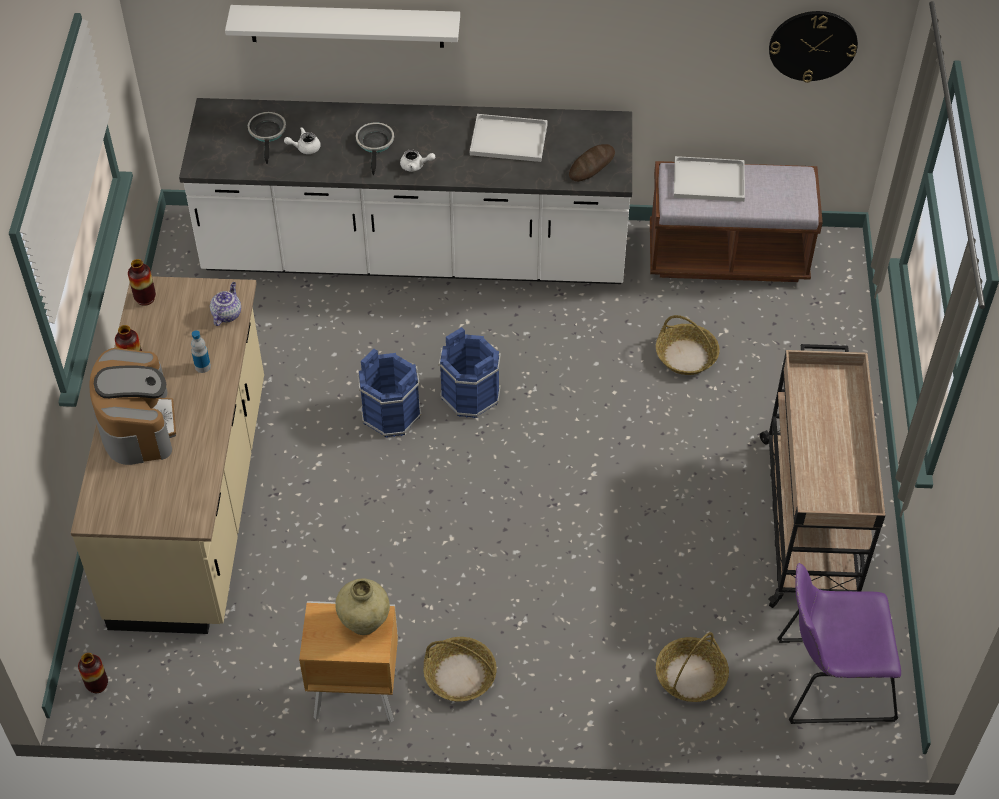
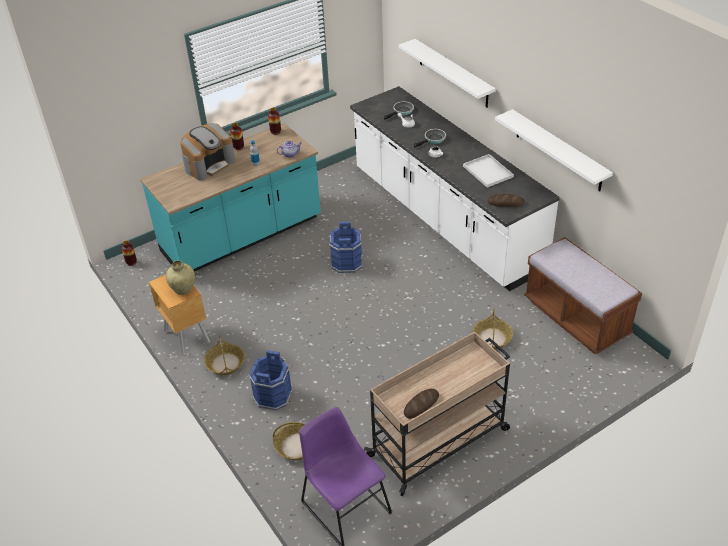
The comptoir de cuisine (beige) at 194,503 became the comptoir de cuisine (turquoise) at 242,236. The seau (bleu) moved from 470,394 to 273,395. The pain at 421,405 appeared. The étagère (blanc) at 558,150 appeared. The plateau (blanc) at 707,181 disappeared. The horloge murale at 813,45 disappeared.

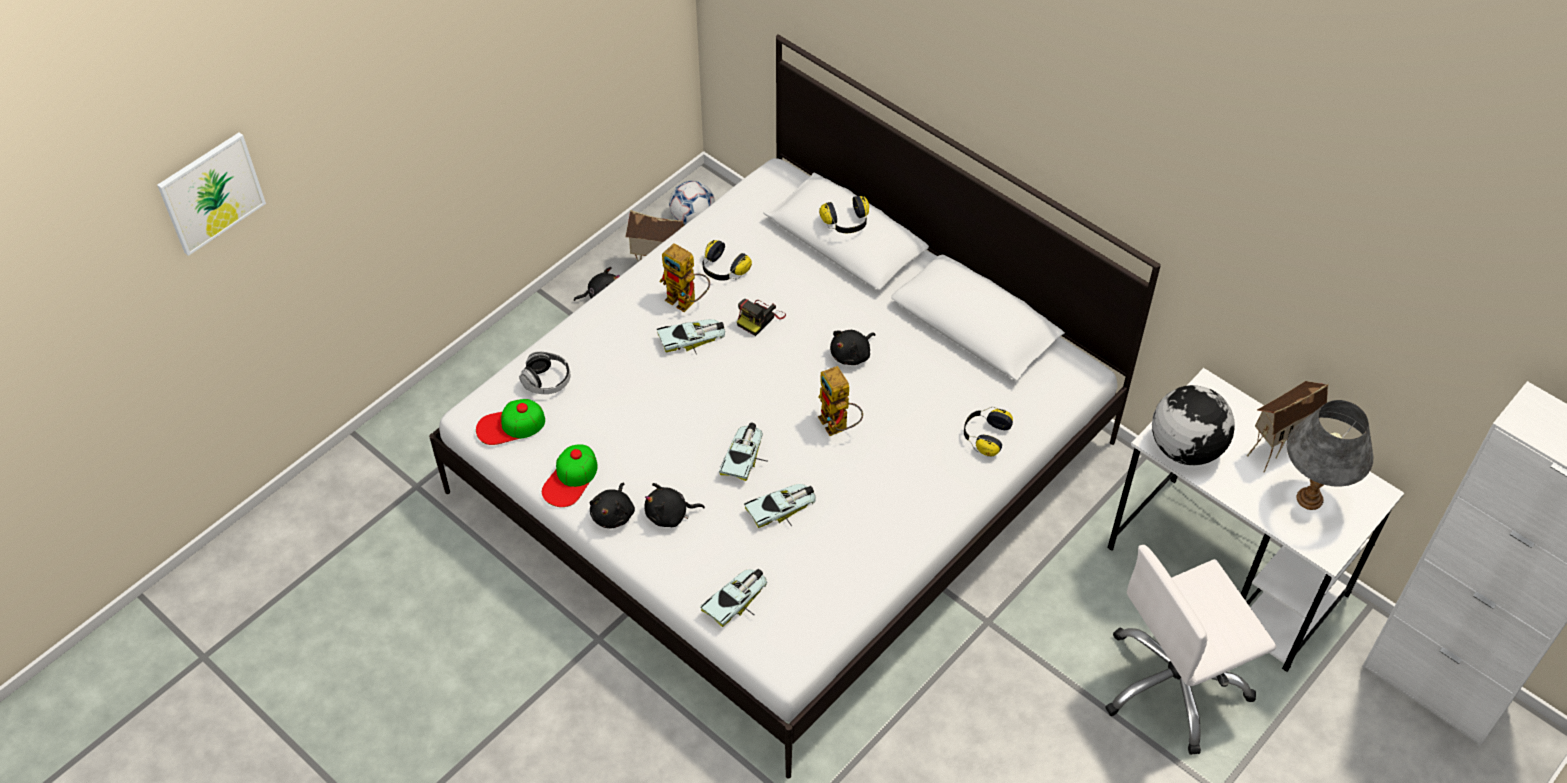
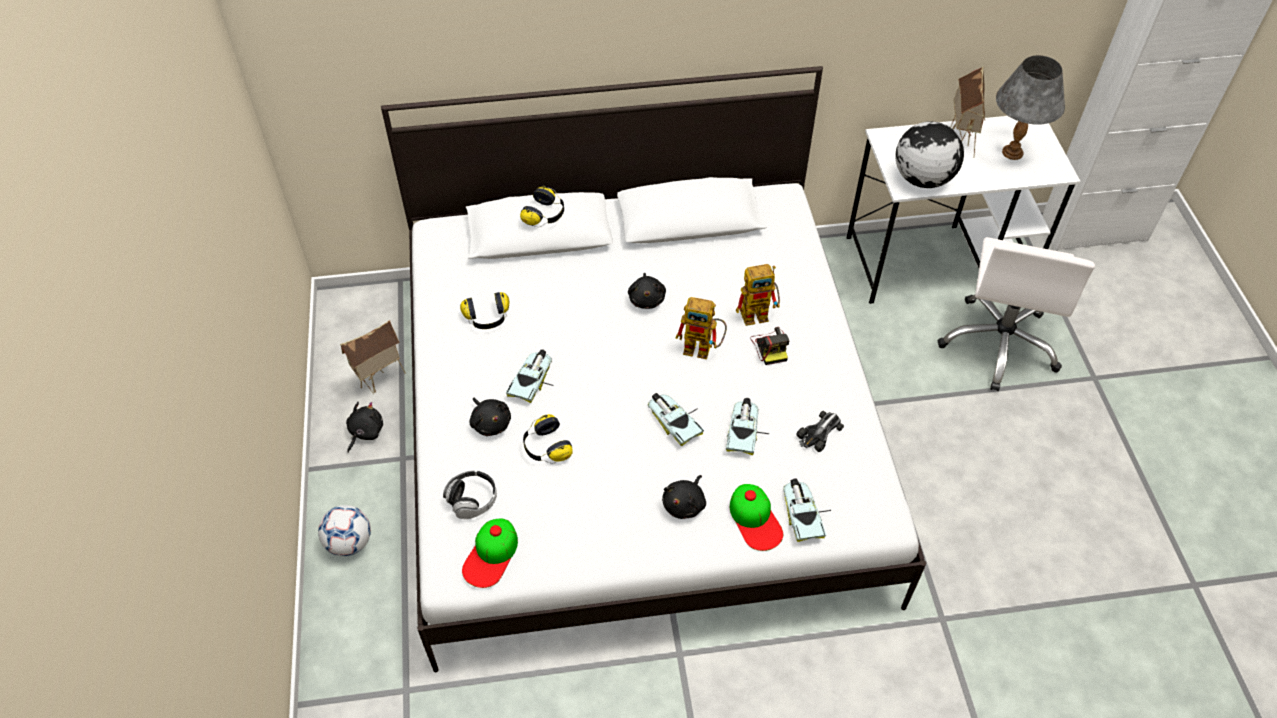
The ballon de foot moved from 693,219 to 349,542. The peluche (noir) moved from 614,514 to 490,423. The casque audio moved from 984,436 to 545,447. The casquette moved from 570,479 to 755,519. The robot jouet moved from 687,302 to 759,313. The appareil photo moved from 760,318 to 770,347. The petite voiture at 820,433 appeared. The tableau at 211,193 disappeared.

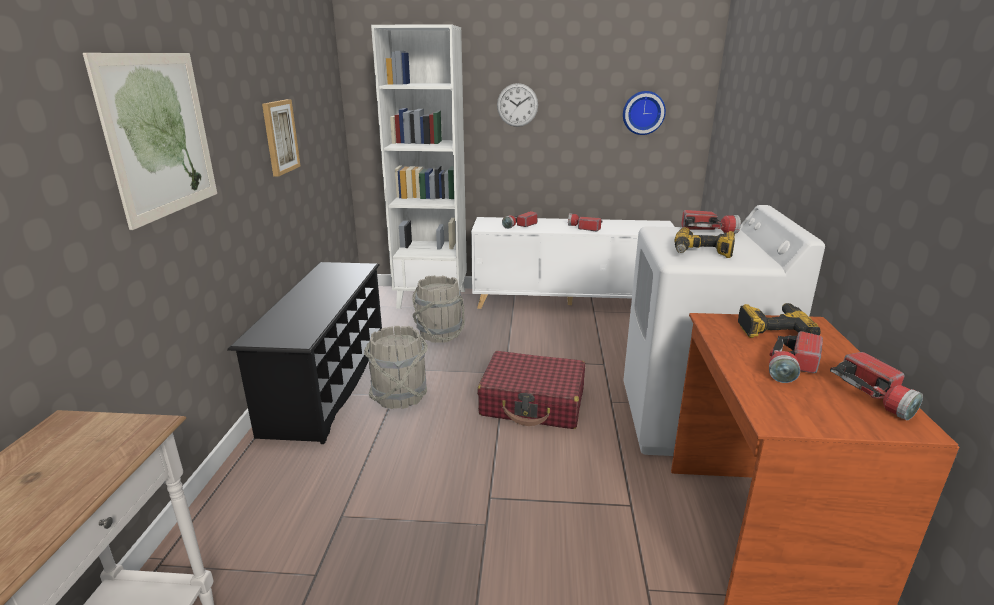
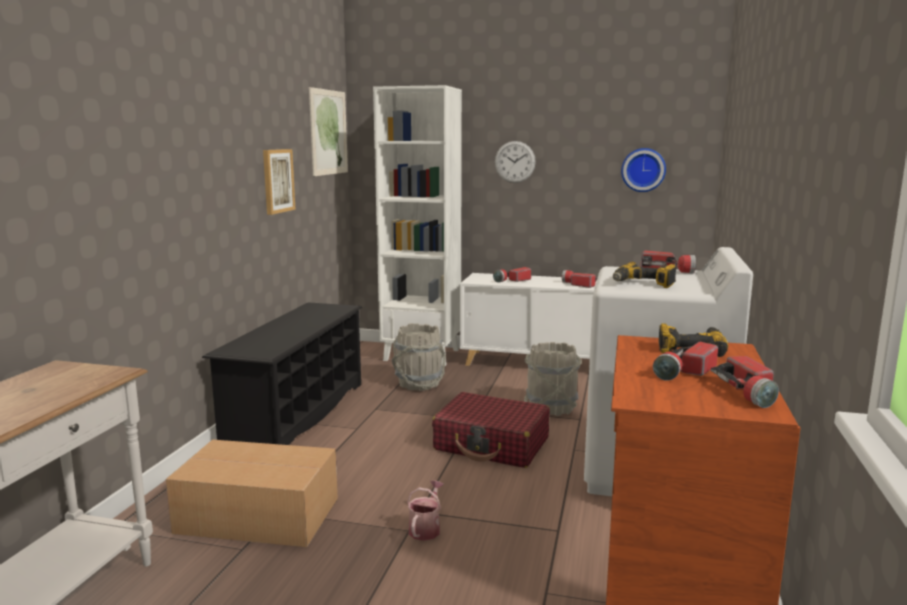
The carton at 256,515 appeared. The tableau moved from 159,135 to 328,132. The arrosoir at 426,528 appeared. The seau (gris) moved from 399,396 to 551,407.

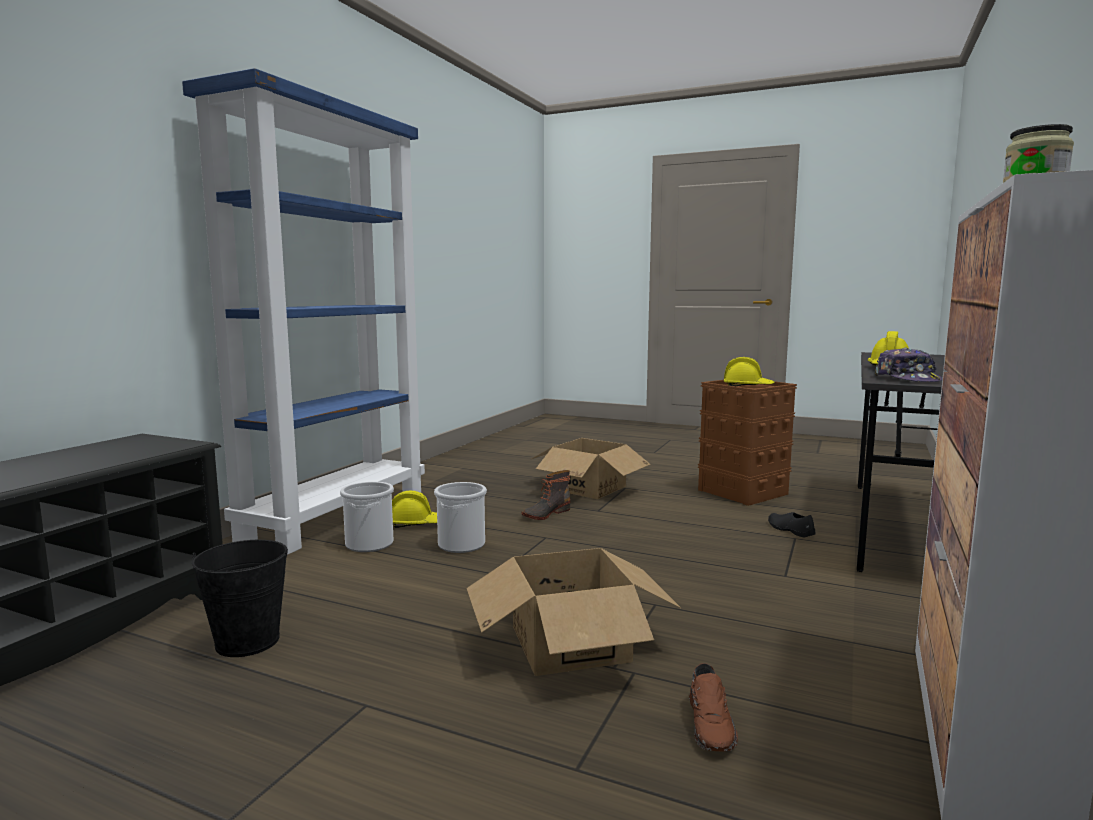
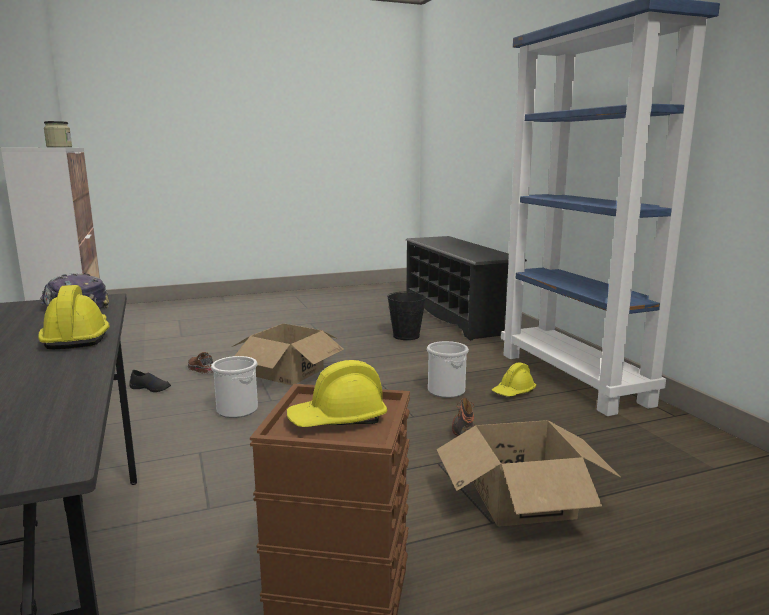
The chaussure (noir) moved from 790,529 to 151,388. The seau moved from 369,544 to 237,410.

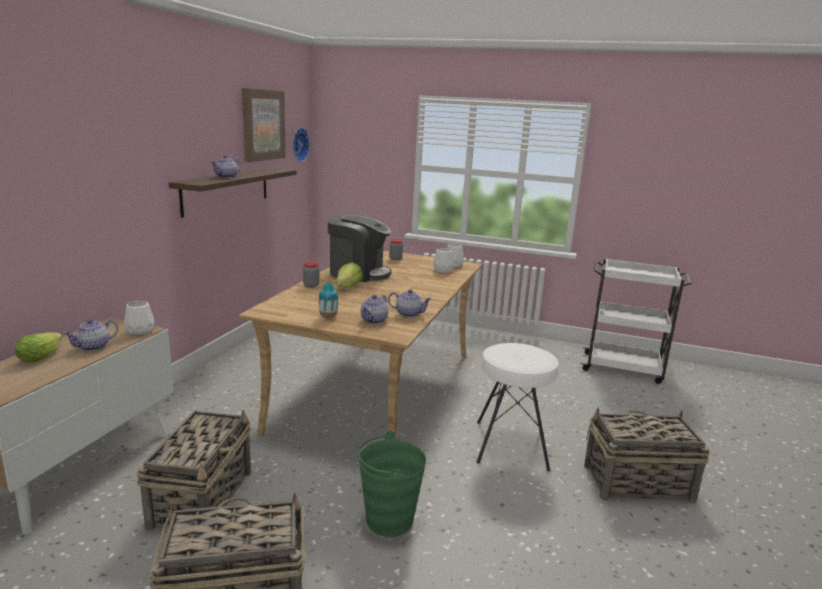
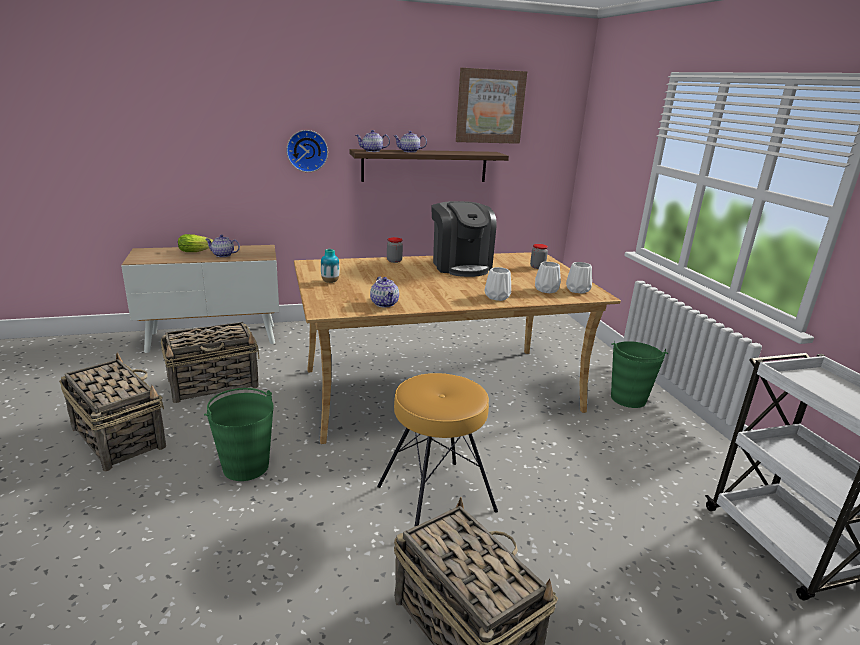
The horloge murale moved from 298,144 to 307,150. The théière moved from 374,320 to 372,151. The tabouret (blanc) at 510,445 became the tabouret (marron) at 435,497. The vase (blanc) moved from 141,331 to 498,297. The seau (vert) at 628,399 appeared. The laitue at 348,287 disappeared.

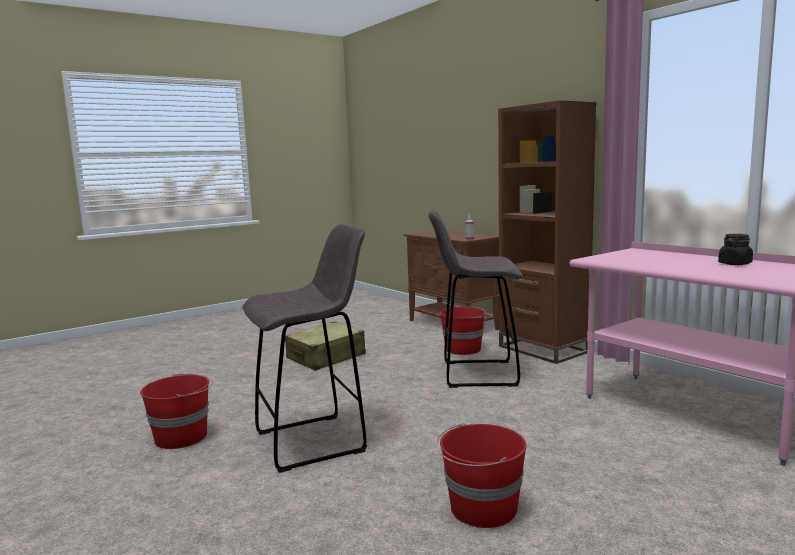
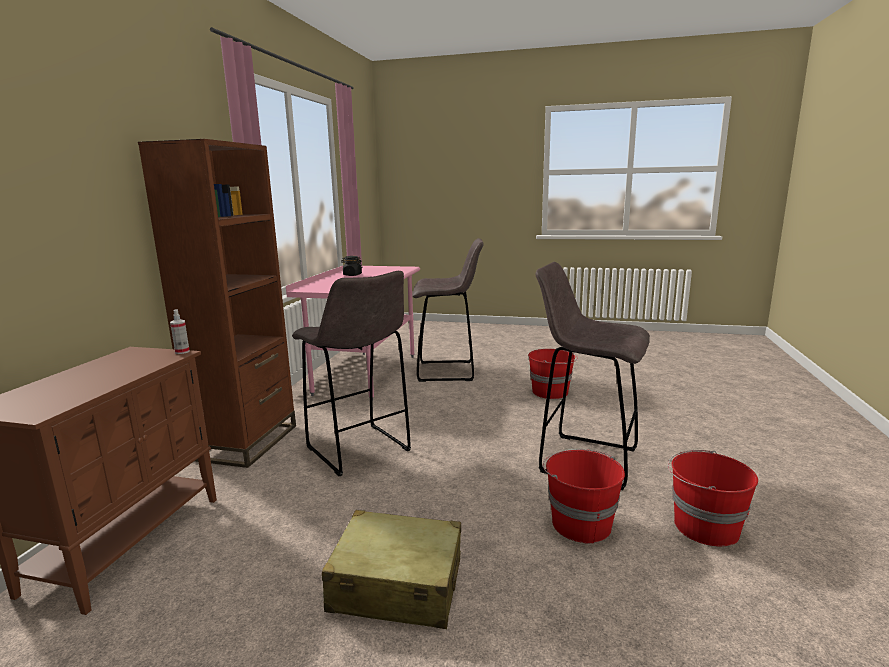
The tabouret (gris) at 448,371 appeared. The seau (rouge) moved from 464,349 to 580,523.

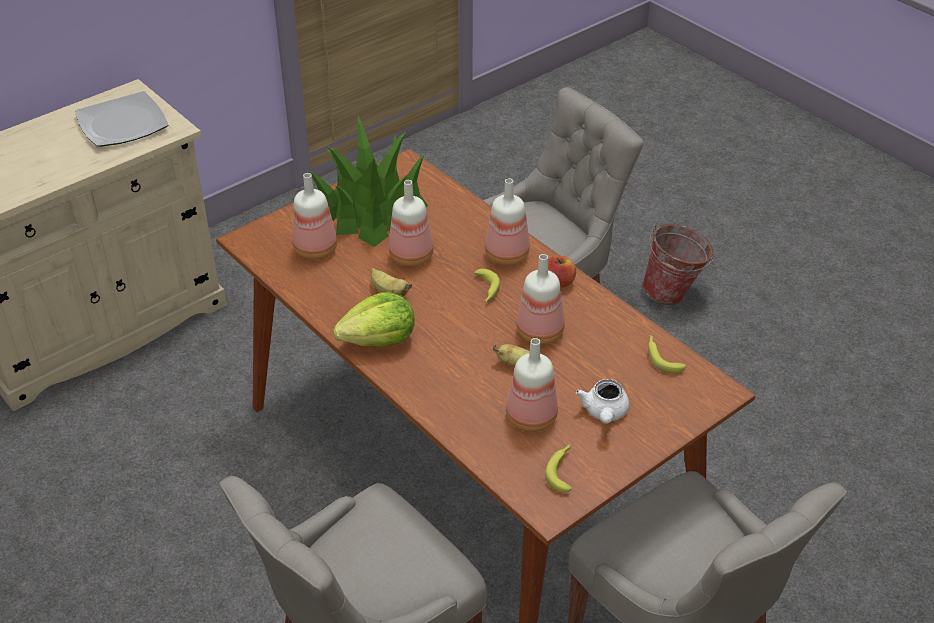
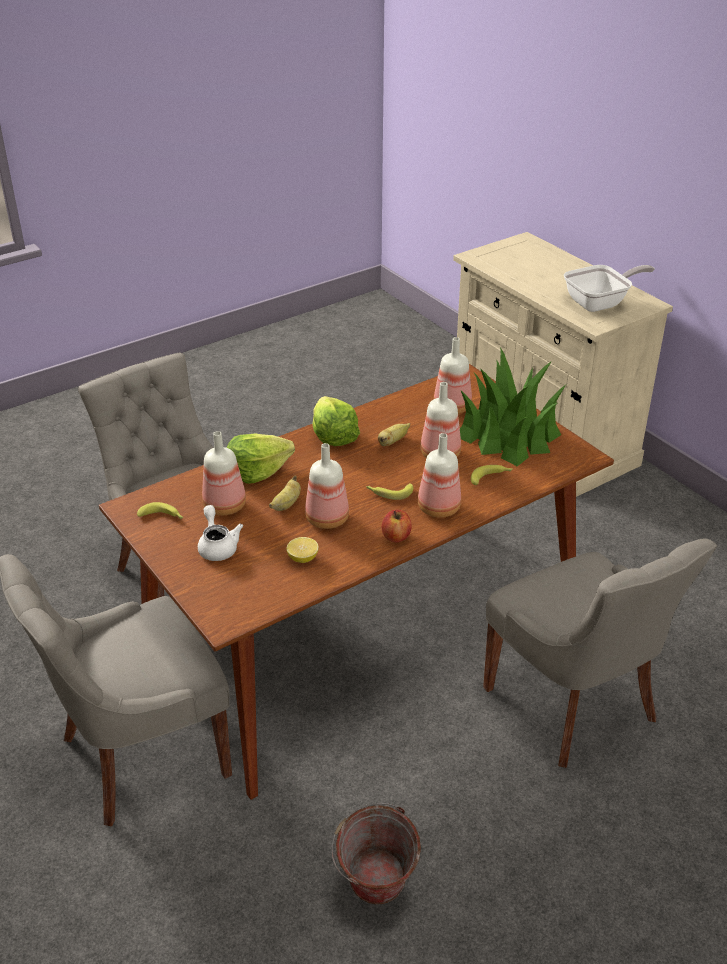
The théière (blanc) at 604,413 turned 60 degrees clockwise. The laitue at 257,471 appeared. The citron at 303,558 appeared. The seau moved from 674,294 to 374,893. The banane moved from 662,357 to 491,477. The assiette at 123,123 was replaced by the poêle at 600,303.

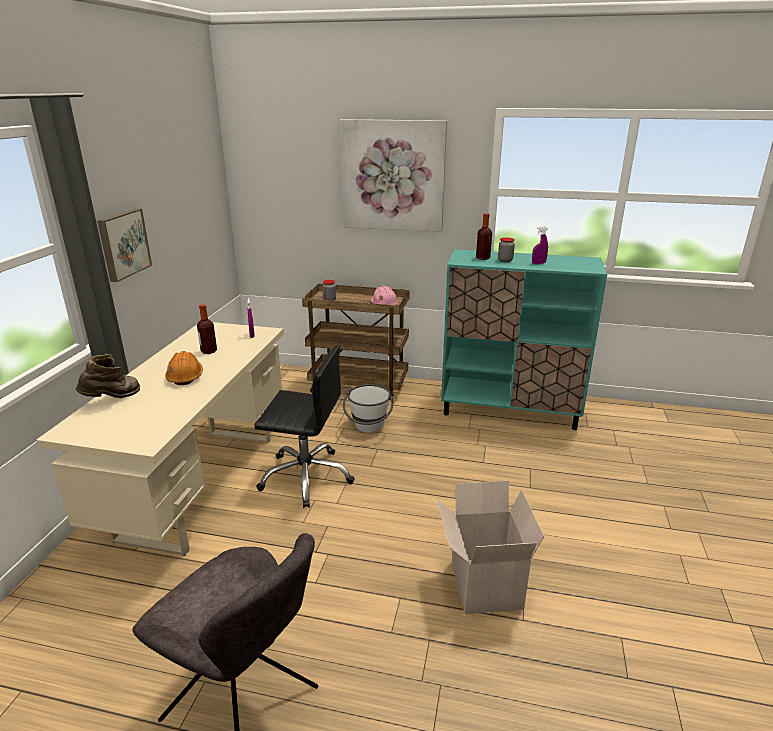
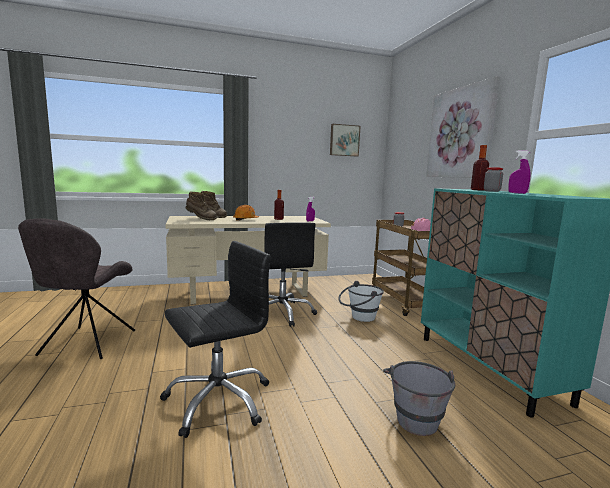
The carton at 483,584 was replaced by the chaise de bureau (noir) at 218,400. The botte (marron) at 201,219 appeared. The tableau moved from 123,244 to 344,140. The seau (gris) at 415,416 appeared.

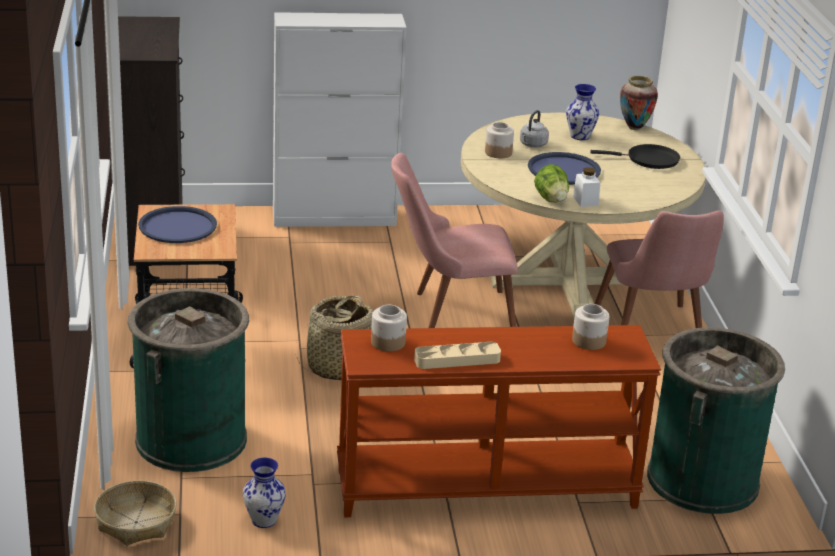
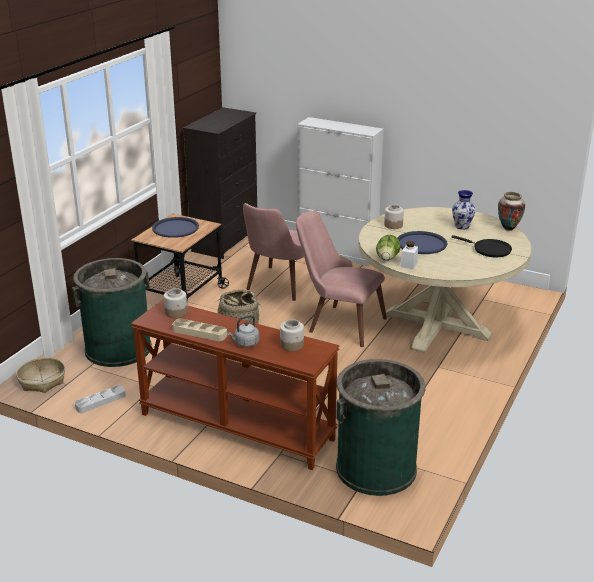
The vase at 263,520 was replaced by the plateau (gris) at 100,401. The bouilloire (gris) moved from 532,145 to 245,343. The chaise (rose) moved from 653,336 to 278,287.

